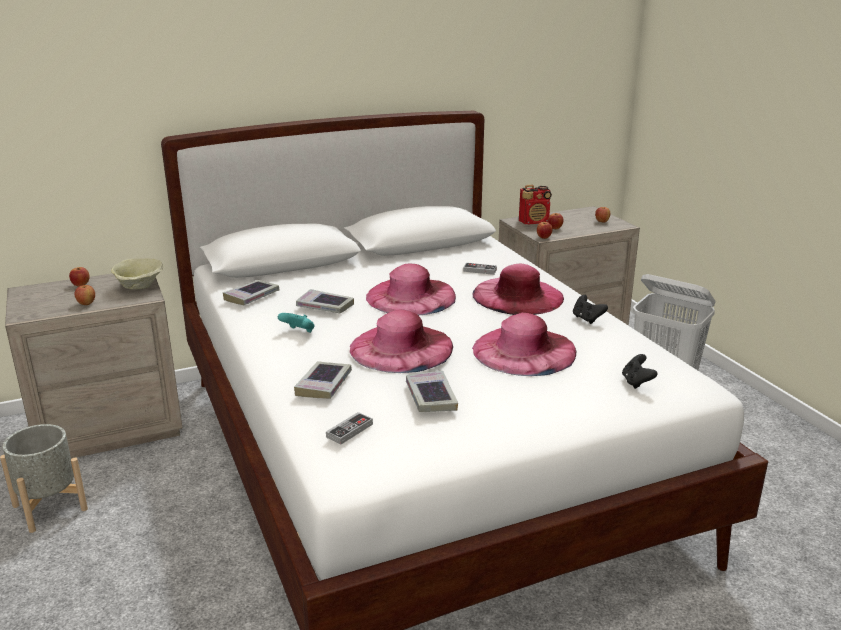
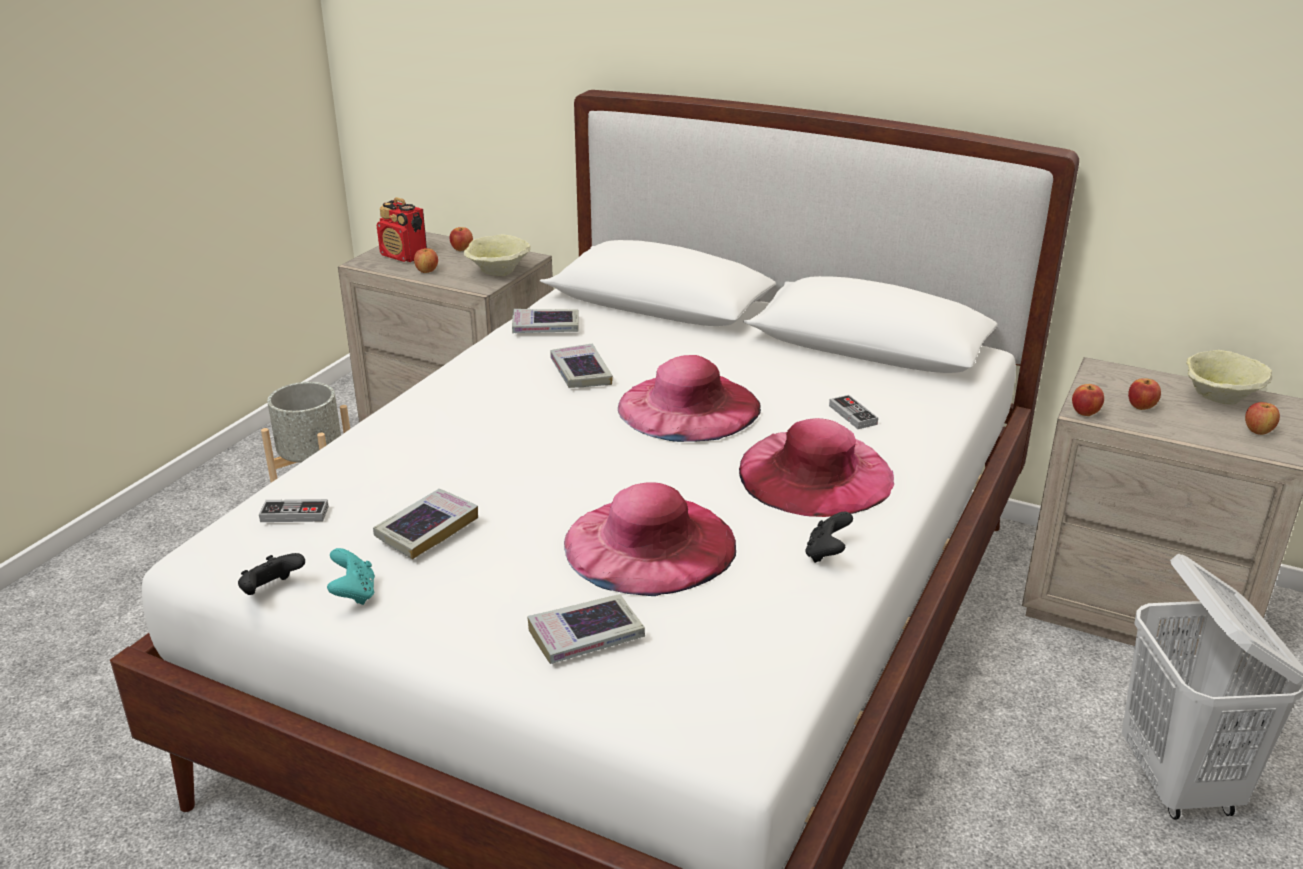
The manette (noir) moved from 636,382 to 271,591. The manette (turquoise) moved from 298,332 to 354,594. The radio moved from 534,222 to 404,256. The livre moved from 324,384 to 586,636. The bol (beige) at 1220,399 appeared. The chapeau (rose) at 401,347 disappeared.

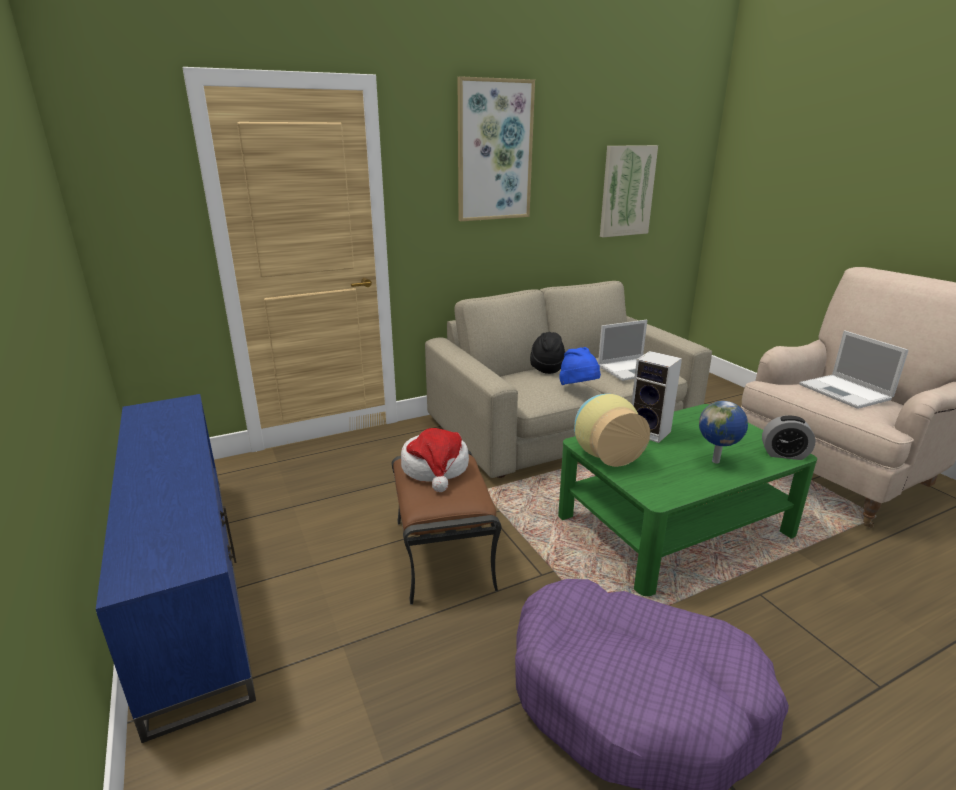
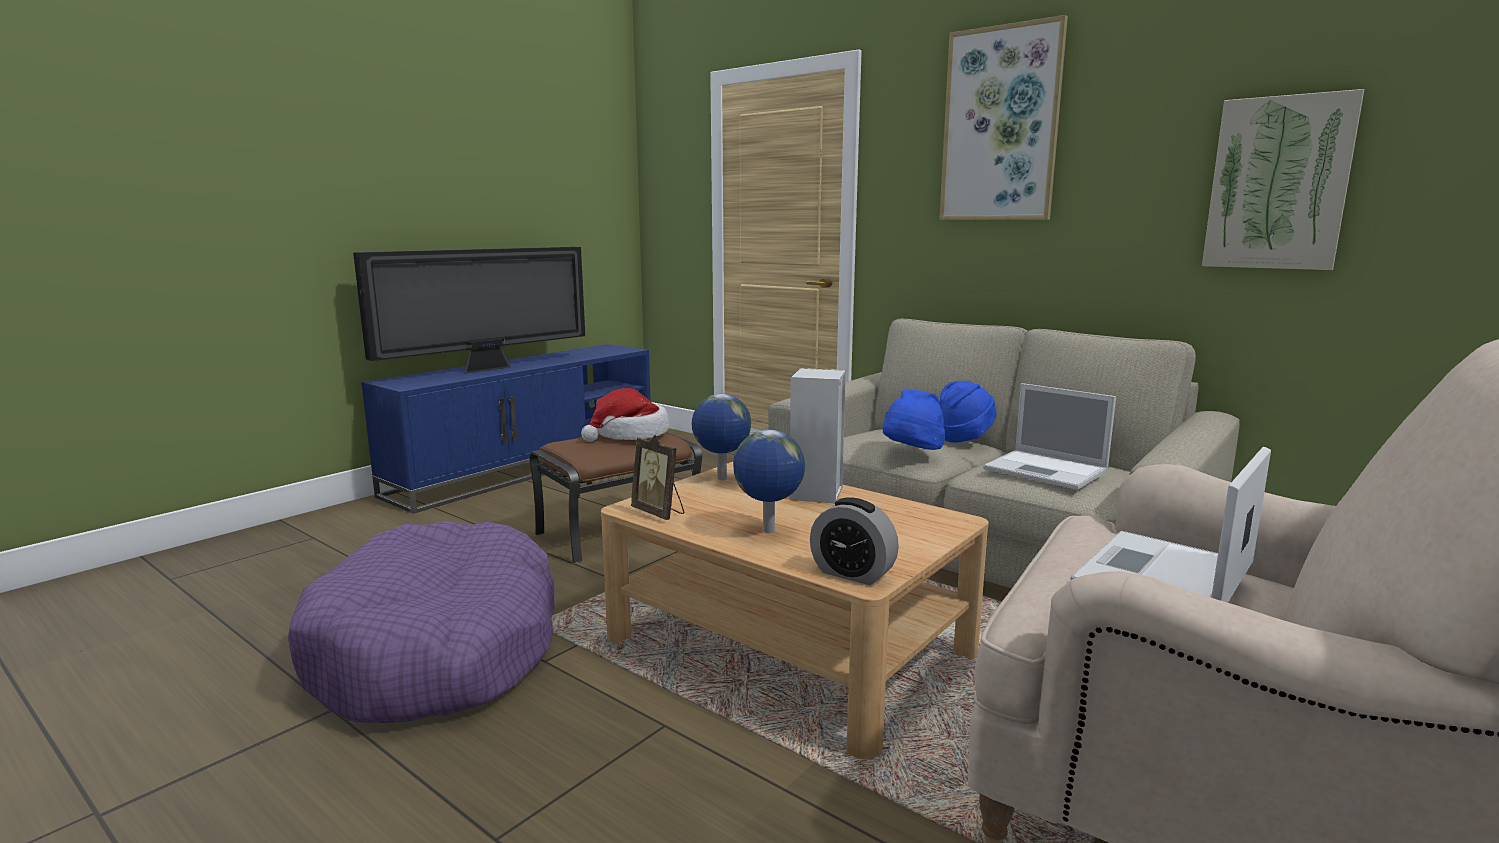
The téléviseur at 488,369 appeared. The table basse (vert) at 674,524 became the table basse (beige) at 789,646. The cadre photo at 659,513 appeared. The vase at 605,454 was replaced by the globe at 721,479. The réveil at 784,454 turned 45 degrees counterclockwise. The chapeau (noir) at 547,368 became the chapeau (bleu) at 963,438.

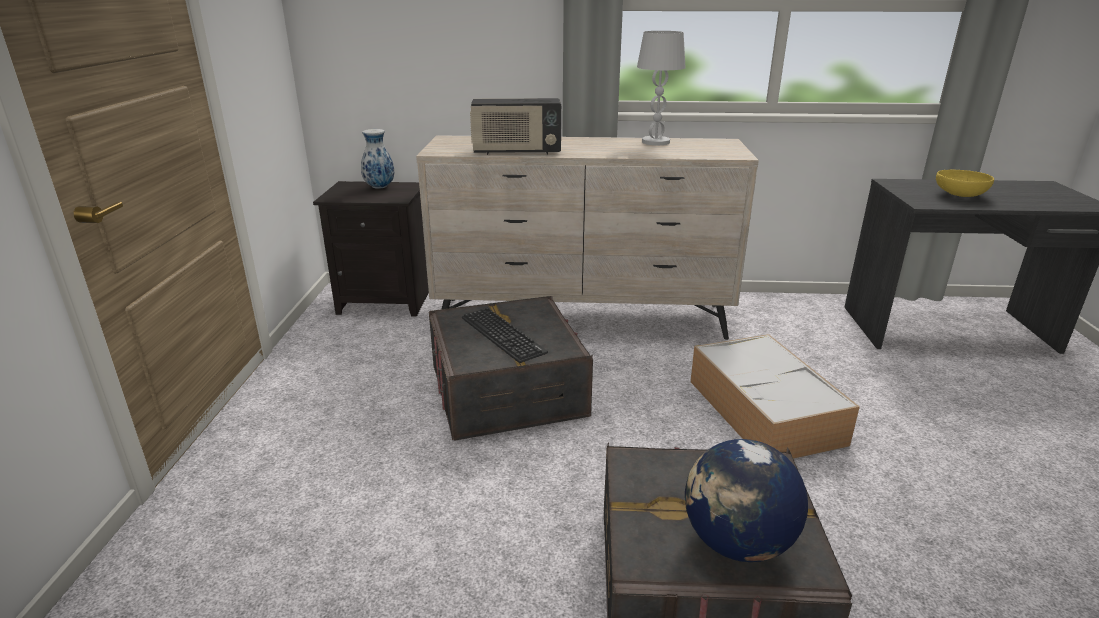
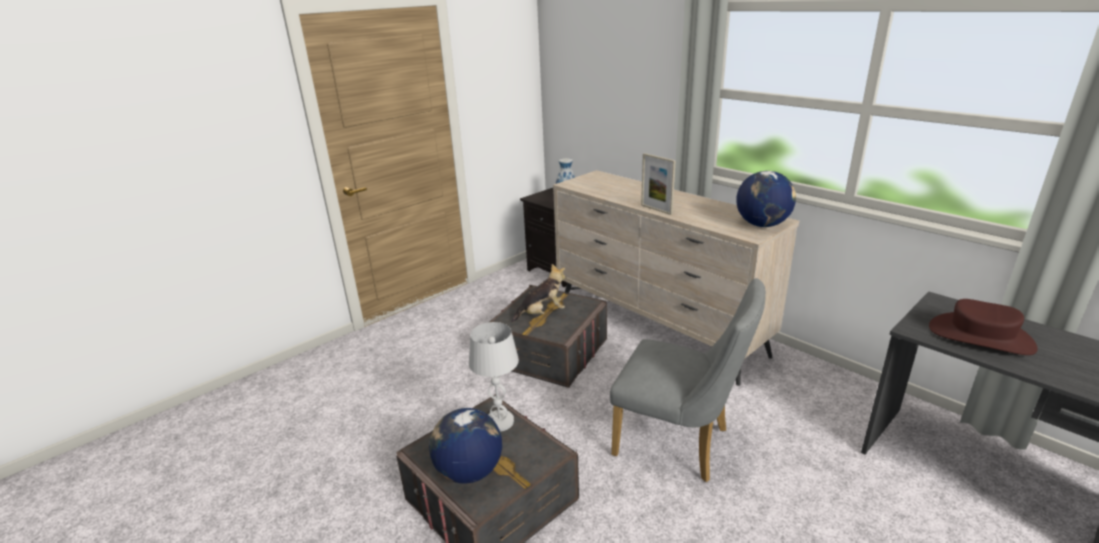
The lampe de table (blanc) moved from 655,142 to 500,421. The clavier at 502,335 was replaced by the peluche at 542,313. The boîte de rangement at 766,412 was replaced by the chaise (gris) at 679,444. The cadre photo at 656,209 appeared. The globe at 762,225 appeared. The bol (jaune) at 959,196 was replaced by the chapeau (marron) at 980,336. The radio at 516,152 disappeared.

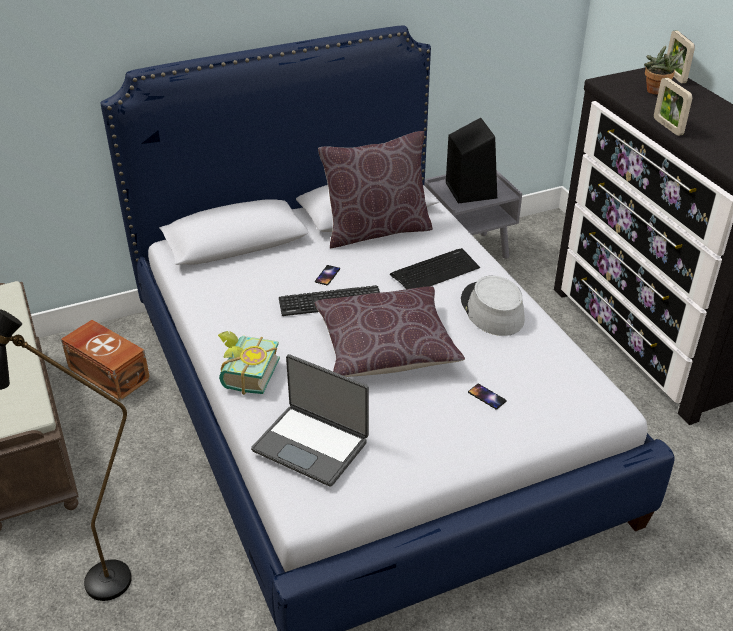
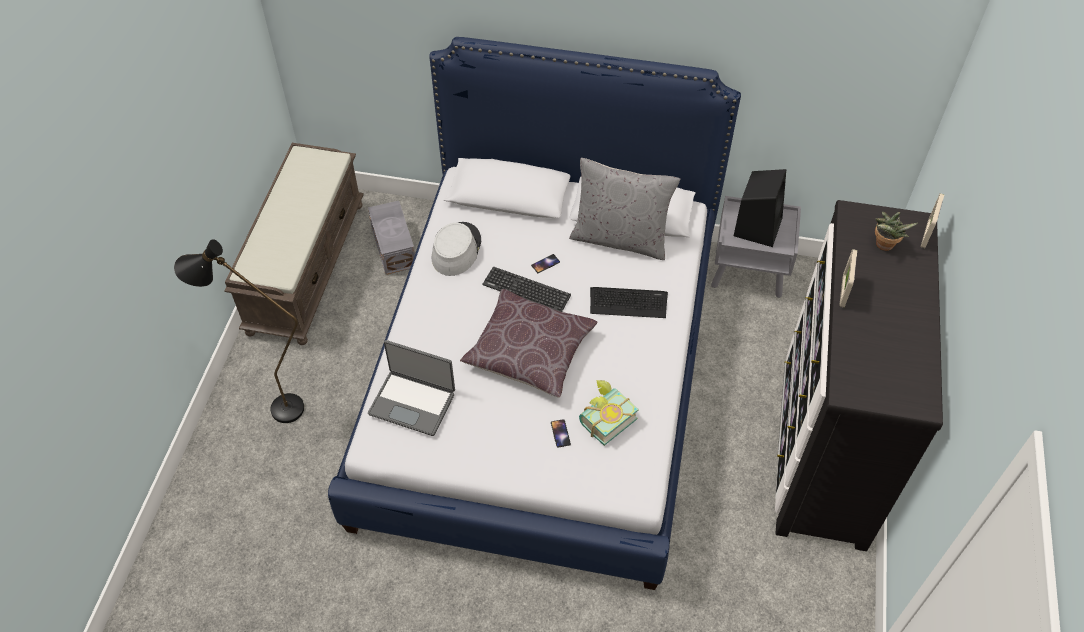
The boîte de rangement (marron) at 109,372 became the boîte de rangement (gris) at 394,246. The ordinateur portable at 311,445 turned 45 degrees counterclockwise. The chapeau (gris) moved from 491,310 to 456,249. The coussin (marron) at 376,230 became the coussin (gris) at 620,238. The livre moved from 244,374 to 604,418.

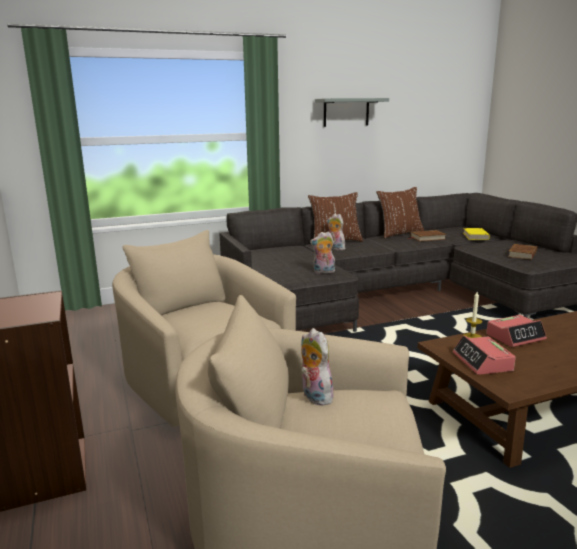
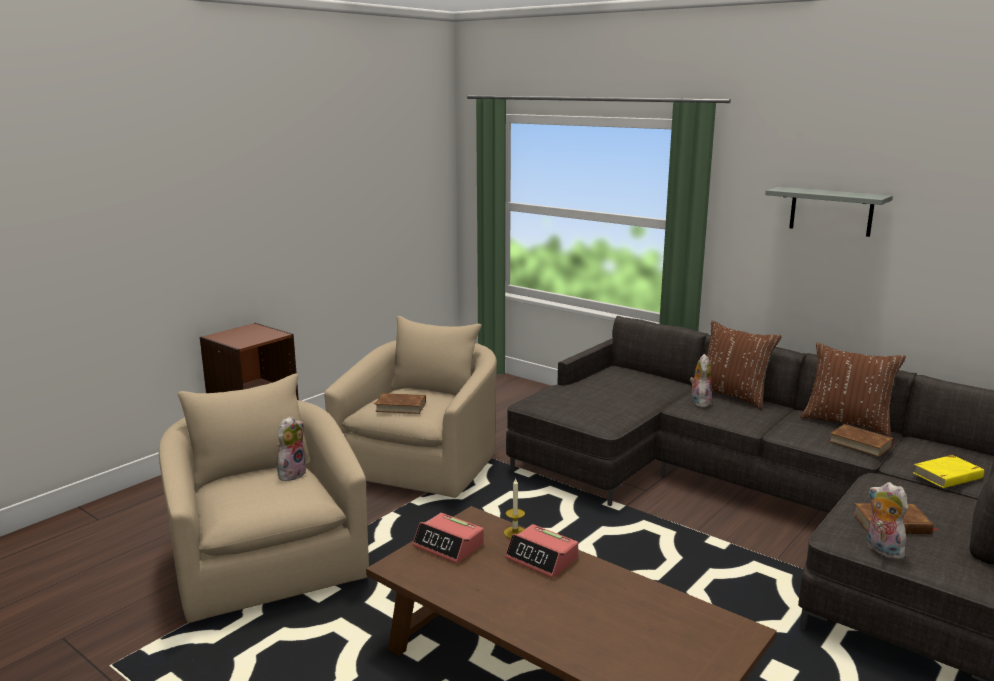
The livre (marron) at 400,406 appeared. The réveil at 482,362 turned 105 degrees counterclockwise. The peluche moved from 323,272 to 881,550.

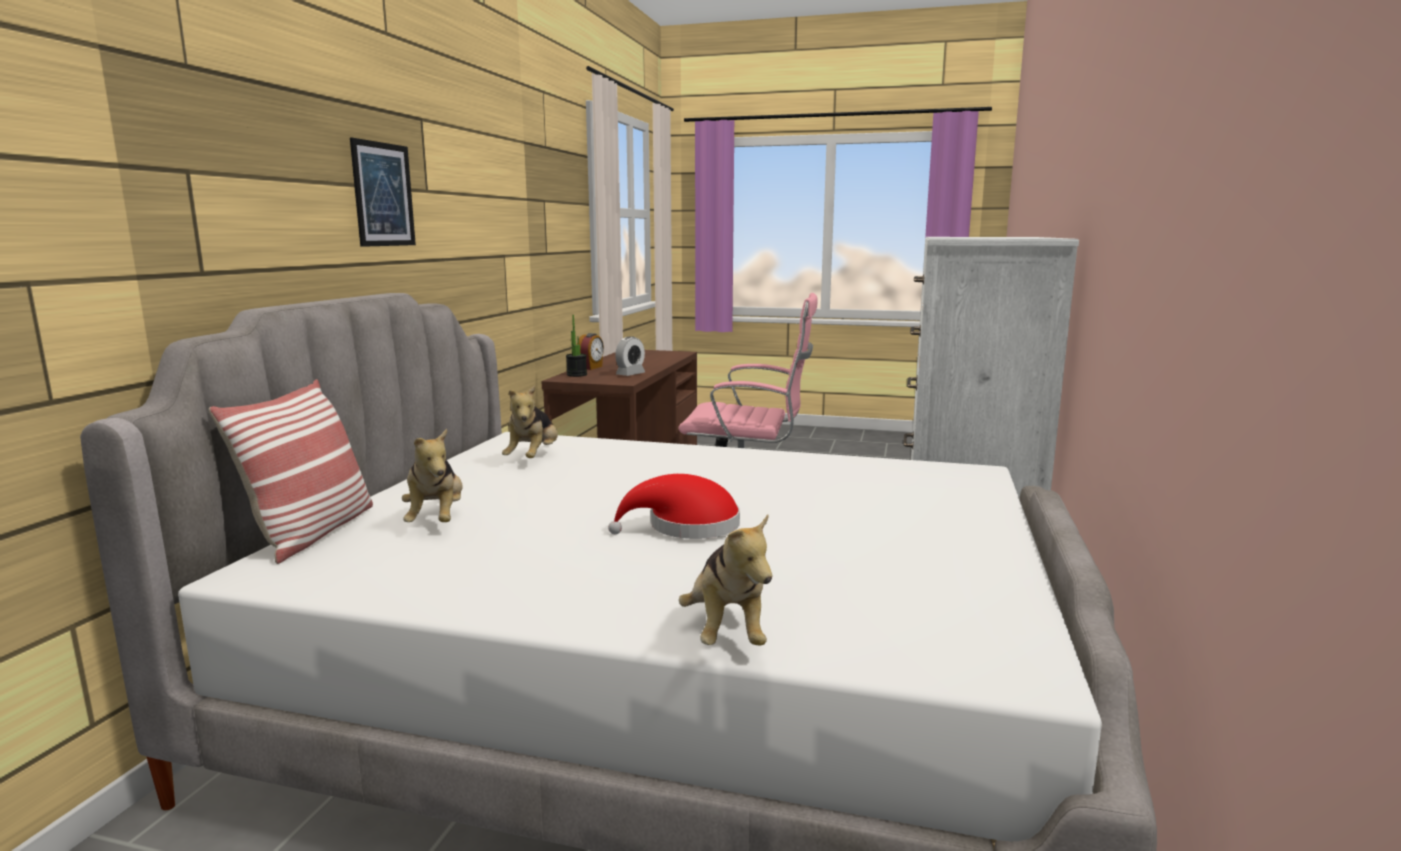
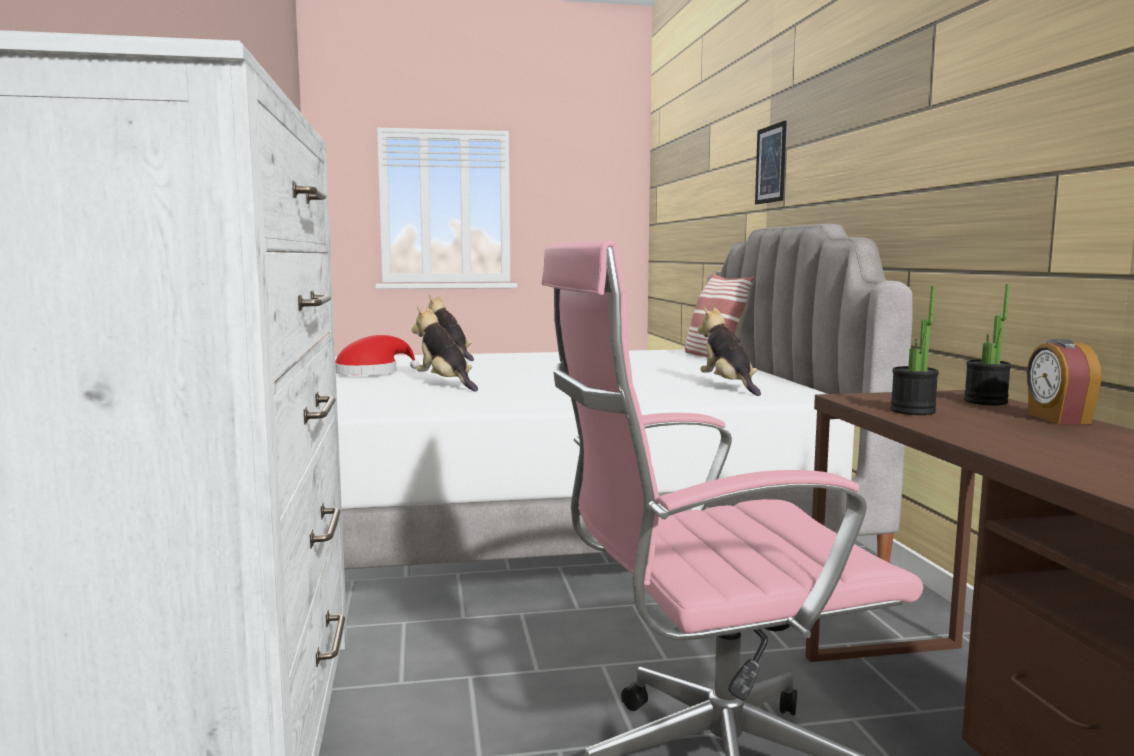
The chapeau (rouge) moved from 686,527 to 371,373. The peluche moved from 436,520 to 445,384. The tableau moved from 383,194 to 771,164. The réveil at 630,374 was replaced by the plante en pot at 912,411.

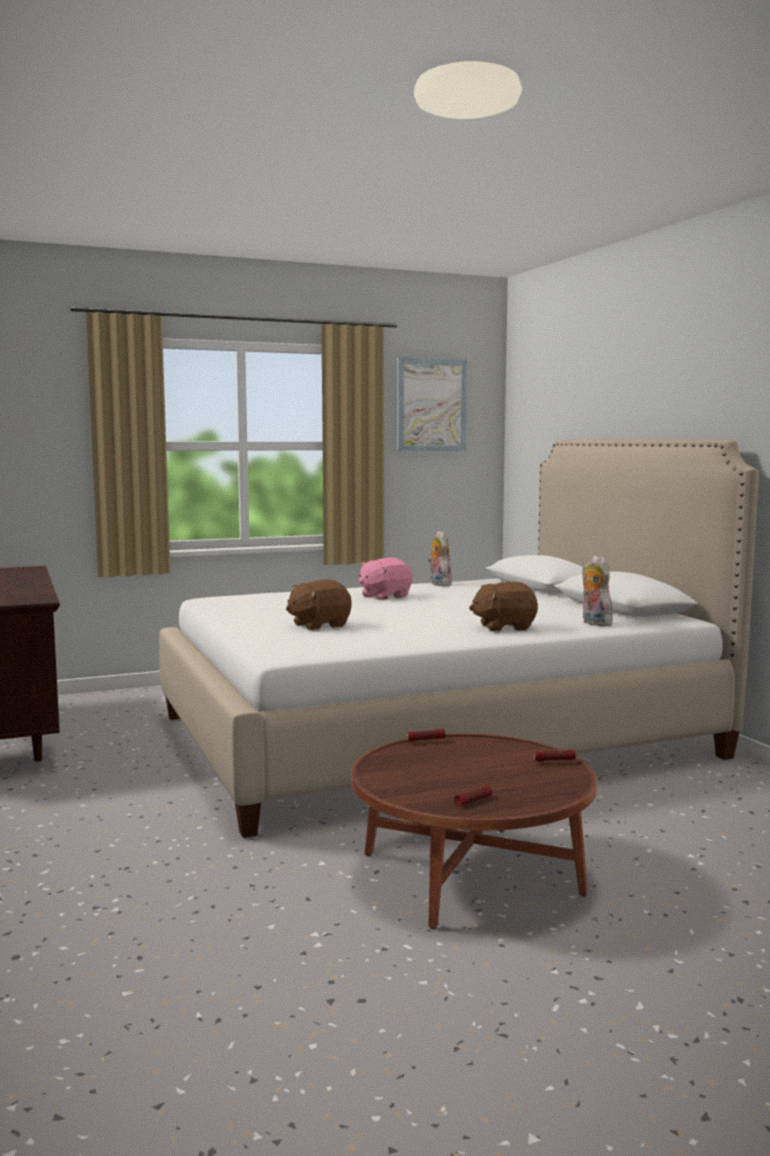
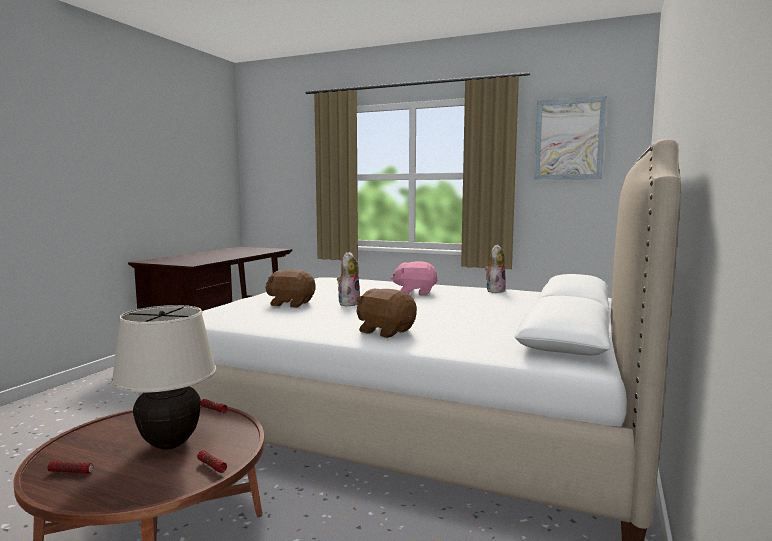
The lampe de table (beige) at 170,443 appeared. The peluche moved from 594,623 to 348,303.

